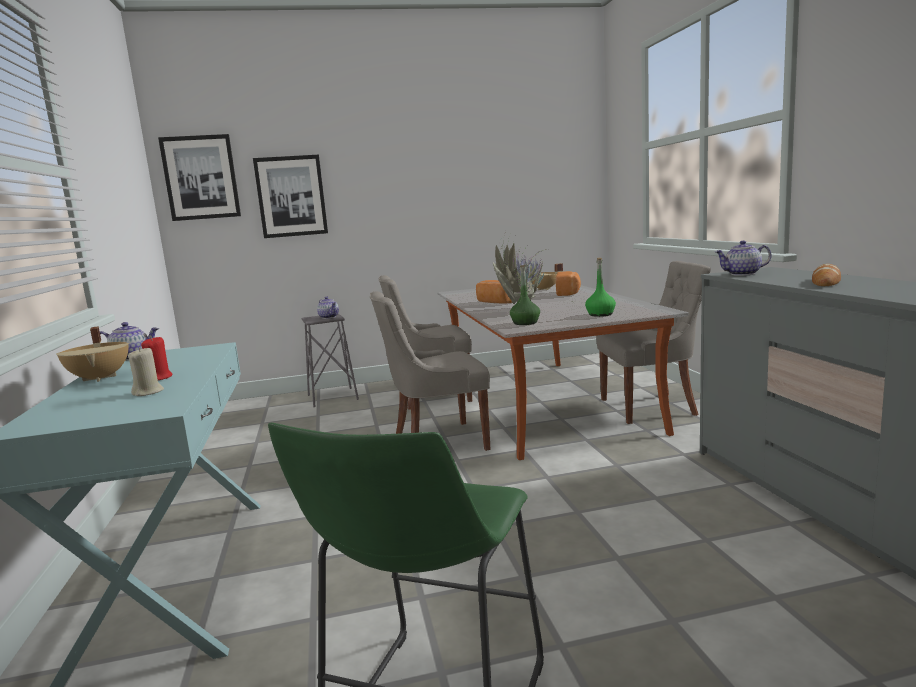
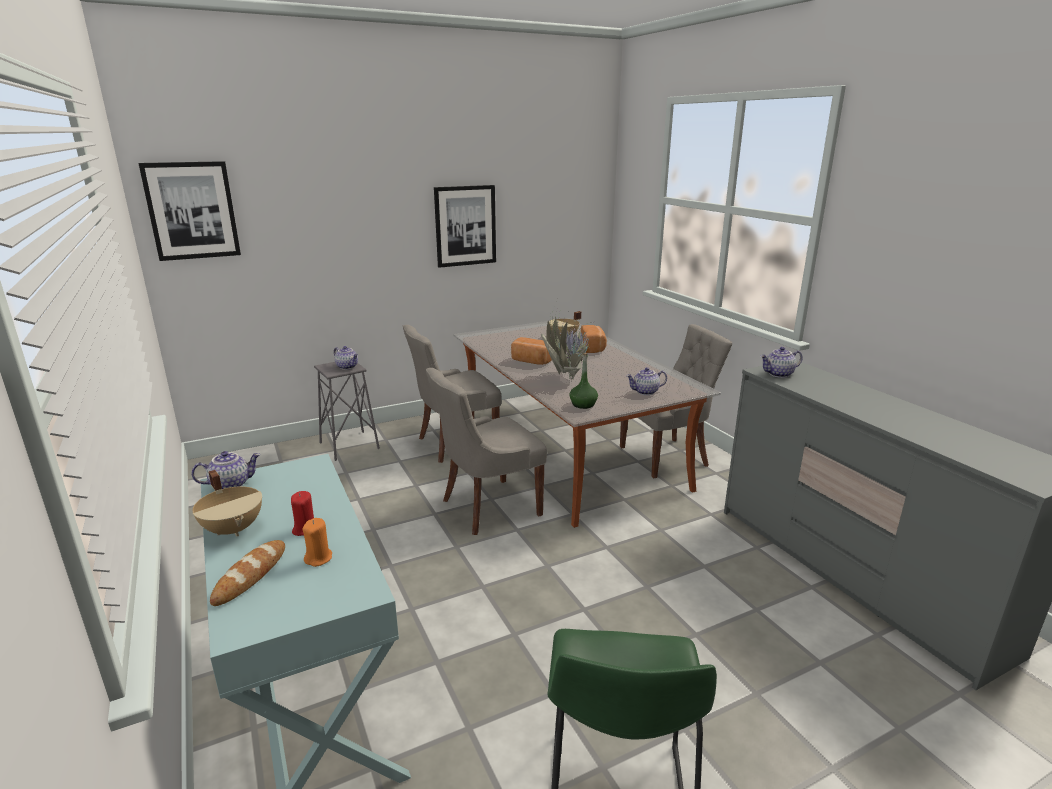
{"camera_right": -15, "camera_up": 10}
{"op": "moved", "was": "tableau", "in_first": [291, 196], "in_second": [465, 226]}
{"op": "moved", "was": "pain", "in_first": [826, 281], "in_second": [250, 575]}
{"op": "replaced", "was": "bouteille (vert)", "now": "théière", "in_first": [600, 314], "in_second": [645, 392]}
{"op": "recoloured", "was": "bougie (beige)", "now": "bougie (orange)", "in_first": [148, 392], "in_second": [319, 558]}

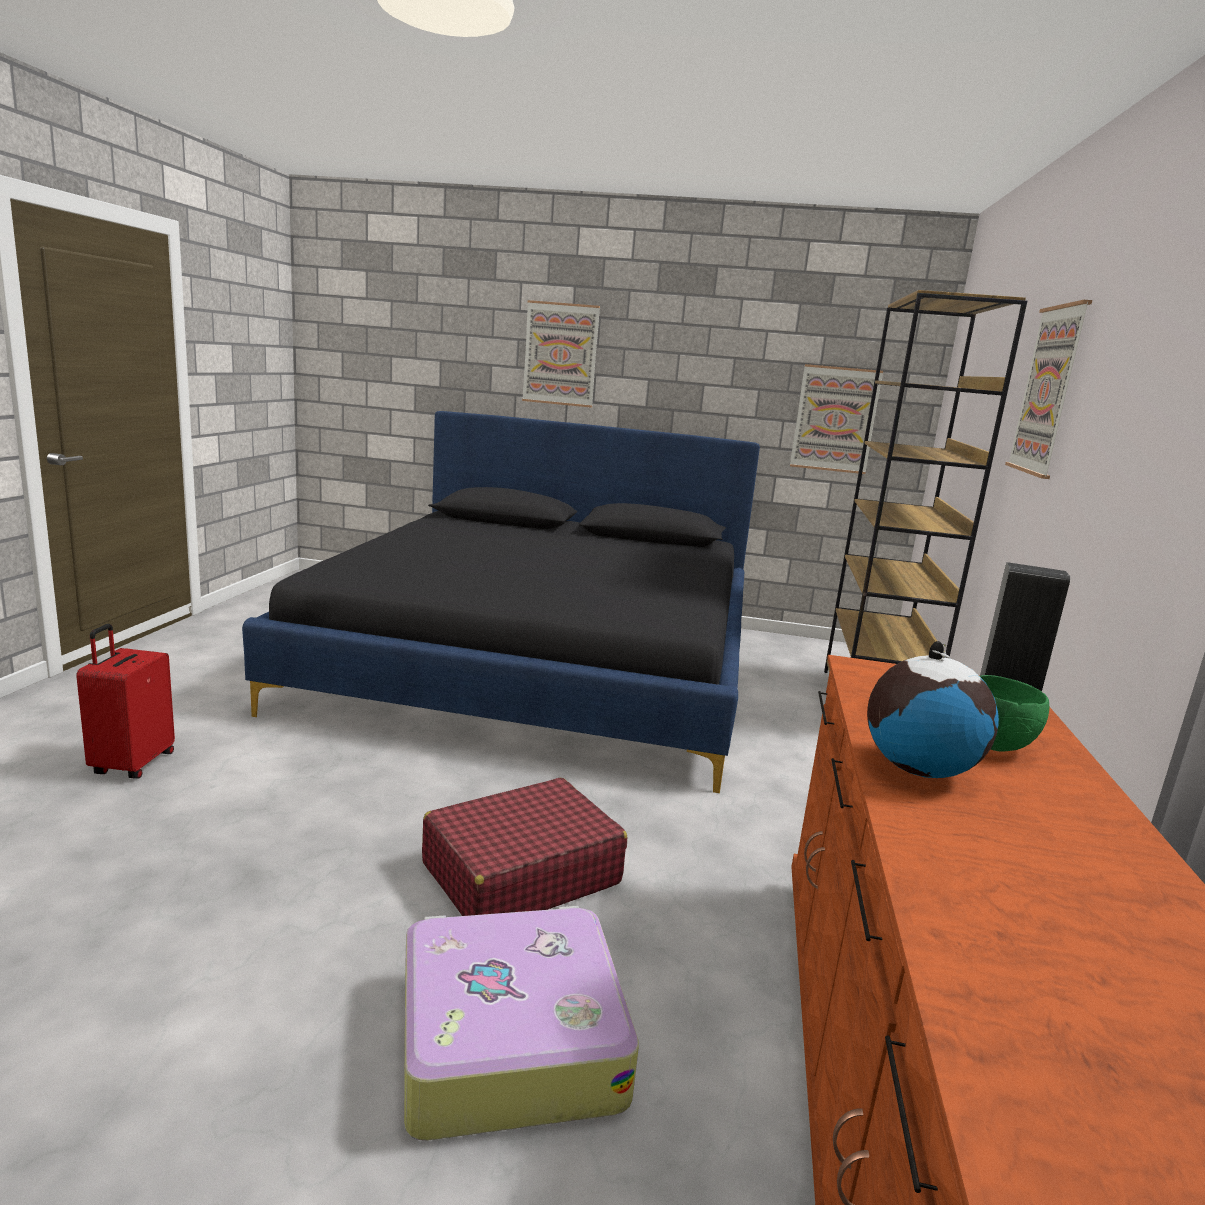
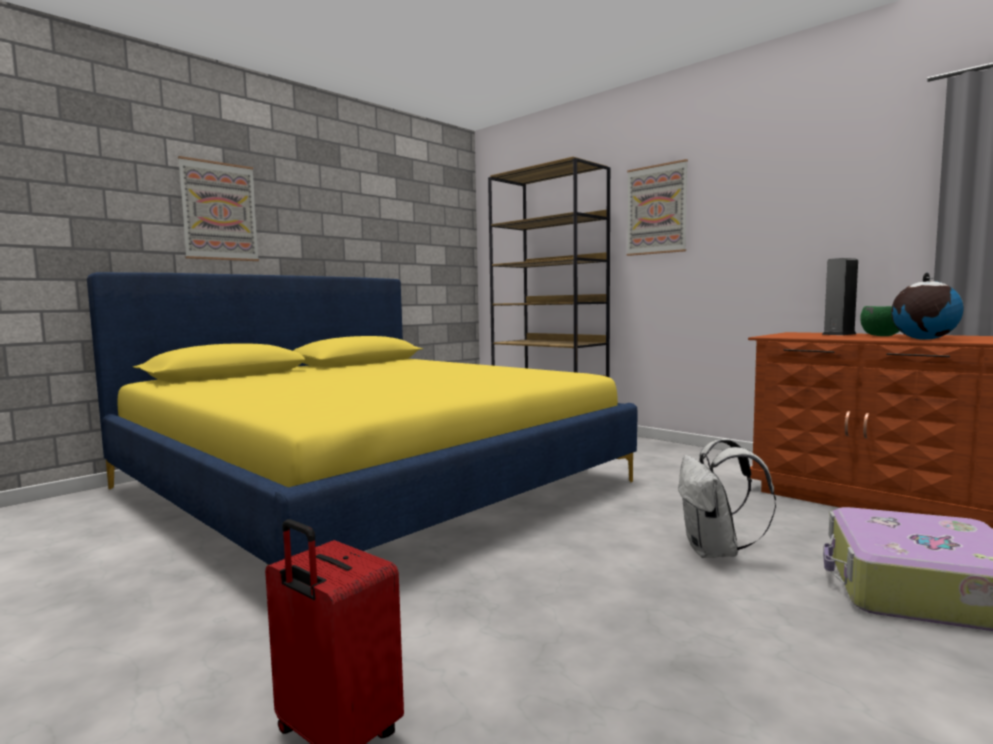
{"camera_right": -55, "camera_up": -10}
{"op": "removed", "was": "tableau", "in_first": [835, 419]}
{"op": "replaced", "was": "valise (rouge)", "now": "sac à dos (blanc)", "in_first": [520, 874], "in_second": [715, 552]}
{"op": "recoloured", "was": "lit (noir)", "now": "lit (jaune)", "in_first": [540, 664], "in_second": [369, 484]}

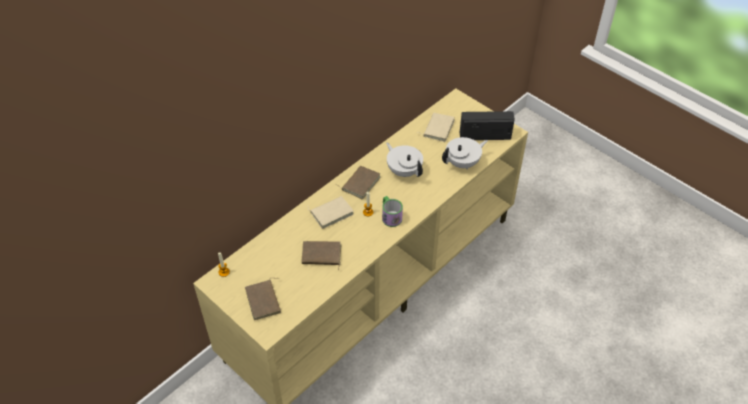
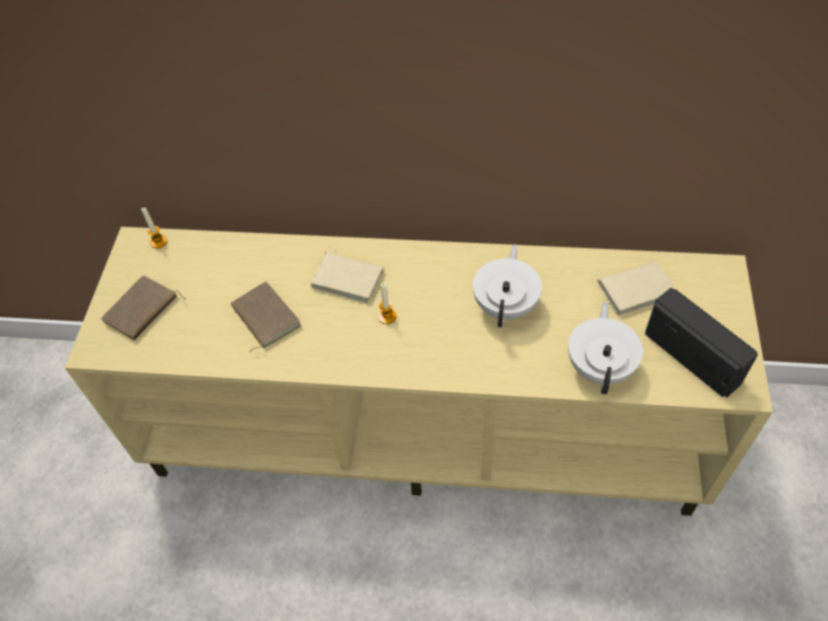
{"camera_right": 55, "camera_up": 5}
{"op": "removed", "was": "livre (marron)", "in_first": [360, 183]}
{"op": "removed", "was": "mug", "in_first": [390, 216]}
{"op": "turned", "was": "théière (blanc)", "in_first": [463, 163], "in_second": [600, 366], "clockwise": -105}

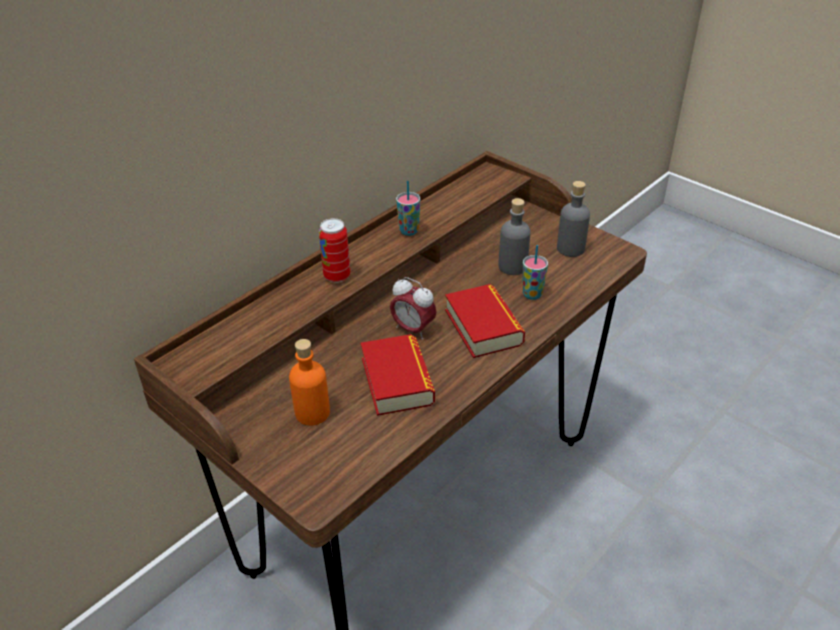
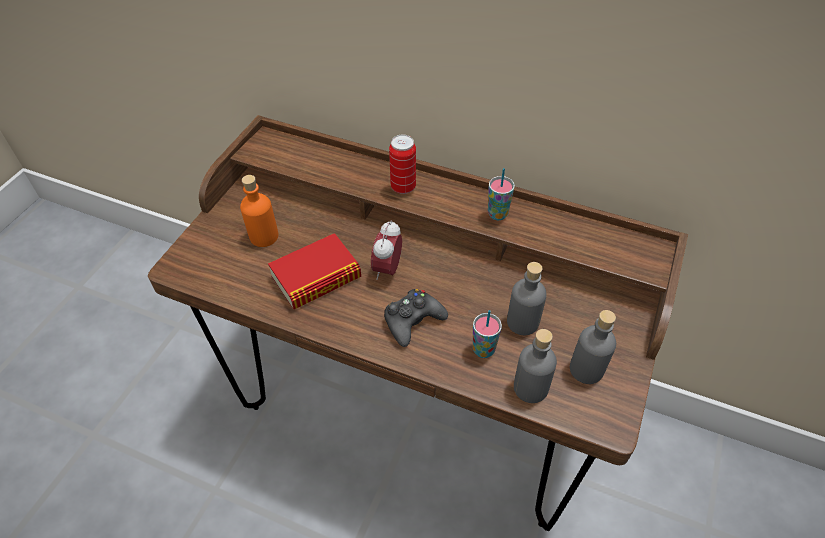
{"camera_right": 70, "camera_up": 10}
{"op": "added", "now": "bouteille (gris)", "in_second": [530, 388]}
{"op": "replaced", "was": "livre", "now": "manette (noir)", "in_first": [483, 327], "in_second": [412, 321]}

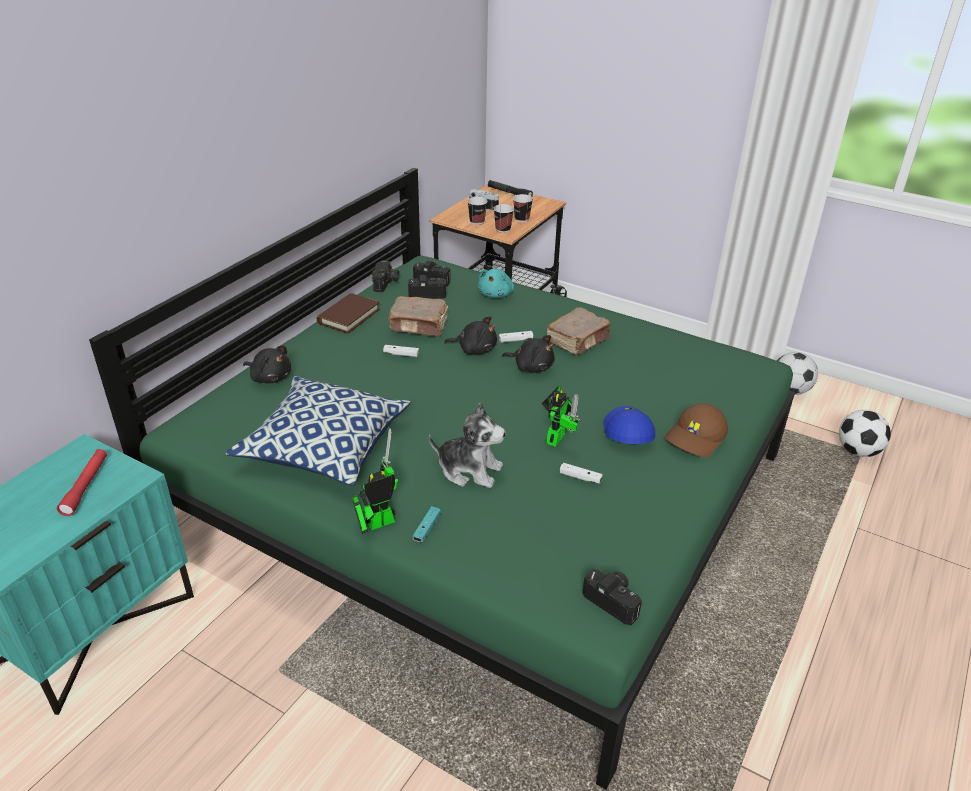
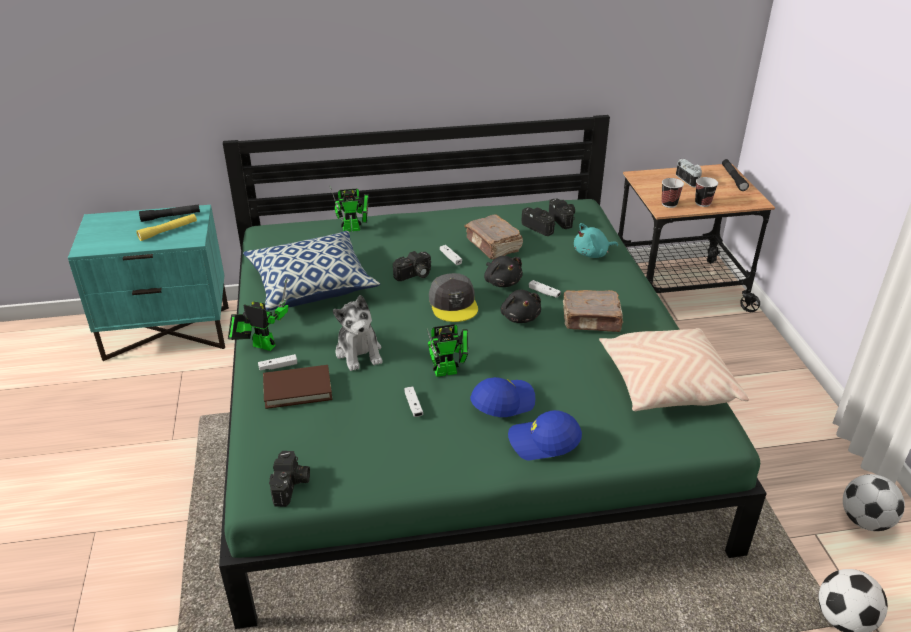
{"camera_right": 50, "camera_up": 0}
{"op": "removed", "was": "tasse", "in_first": [477, 221]}
{"op": "added", "now": "lampe de poche (noir)", "in_second": [170, 217]}
{"op": "added", "now": "casquette (gris)", "in_second": [453, 304]}
{"op": "added", "now": "coussin (beige)", "in_second": [666, 385]}
{"op": "moved", "was": "livre (marron)", "in_first": [349, 316], "in_second": [297, 389]}
{"op": "moved", "was": "appareil photo", "in_first": [386, 283], "in_second": [414, 275]}
{"op": "replaced", "was": "peluche (noir)", "now": "robot jouet", "in_first": [270, 377], "in_second": [354, 229]}
{"op": "recoloured", "was": "lampe de poche (rouge)", "now": "lampe de poche (jaune)", "in_first": [86, 486], "in_second": [168, 231]}
{"op": "recoloured", "was": "manette (turquoise)", "now": "manette (blanc)", "in_first": [427, 528], "in_second": [278, 366]}
{"op": "recoloured", "was": "casquette (marron)", "now": "casquette (bleu)", "in_first": [696, 438], "in_second": [543, 442]}

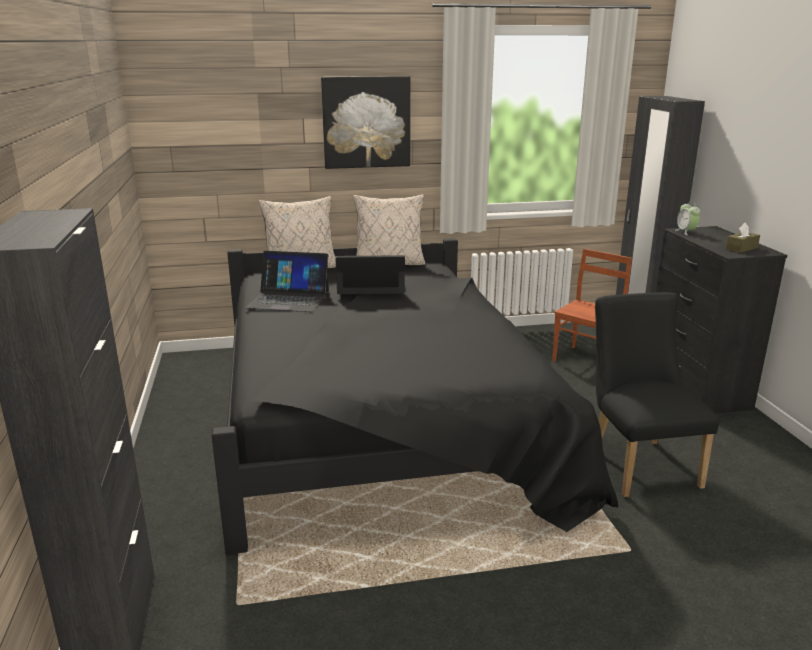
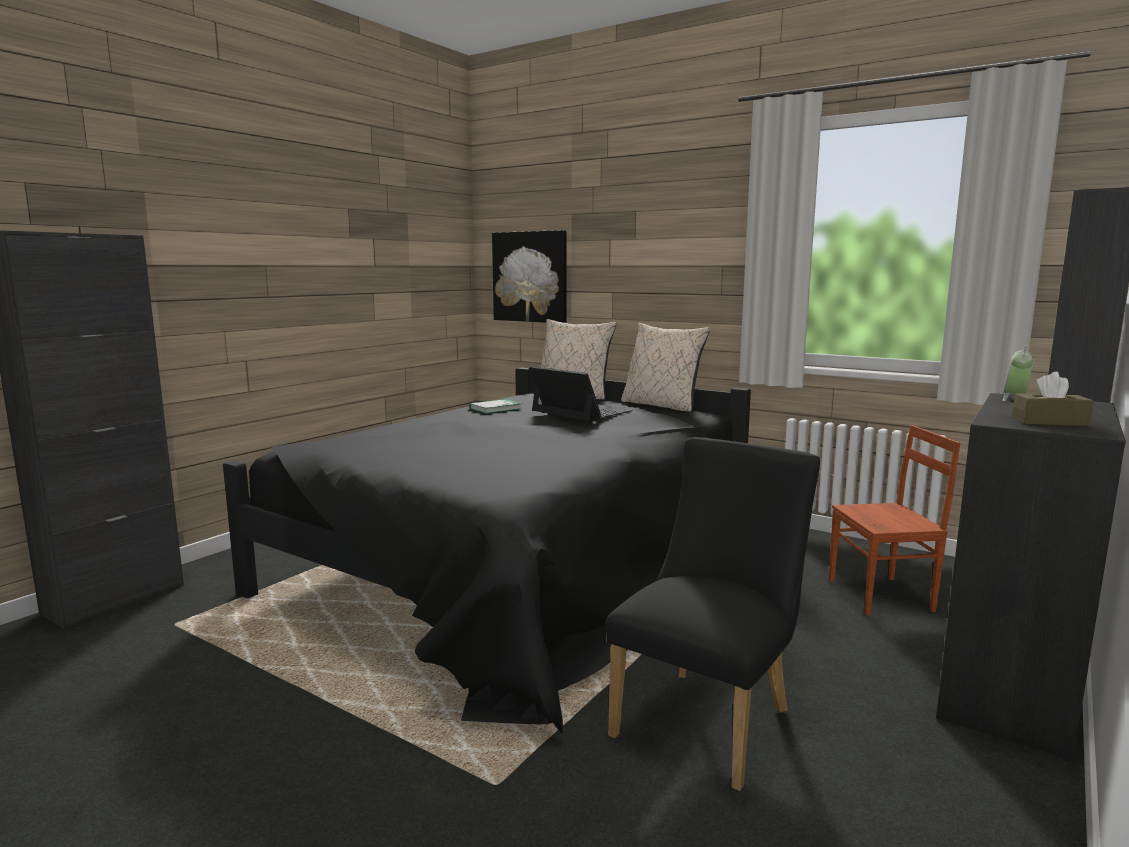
{"camera_right": 45, "camera_up": -10}
{"op": "moved", "was": "tableau", "in_first": [366, 122], "in_second": [530, 277]}
{"op": "replaced", "was": "ordinateur portable", "now": "livre", "in_first": [288, 299], "in_second": [496, 408]}

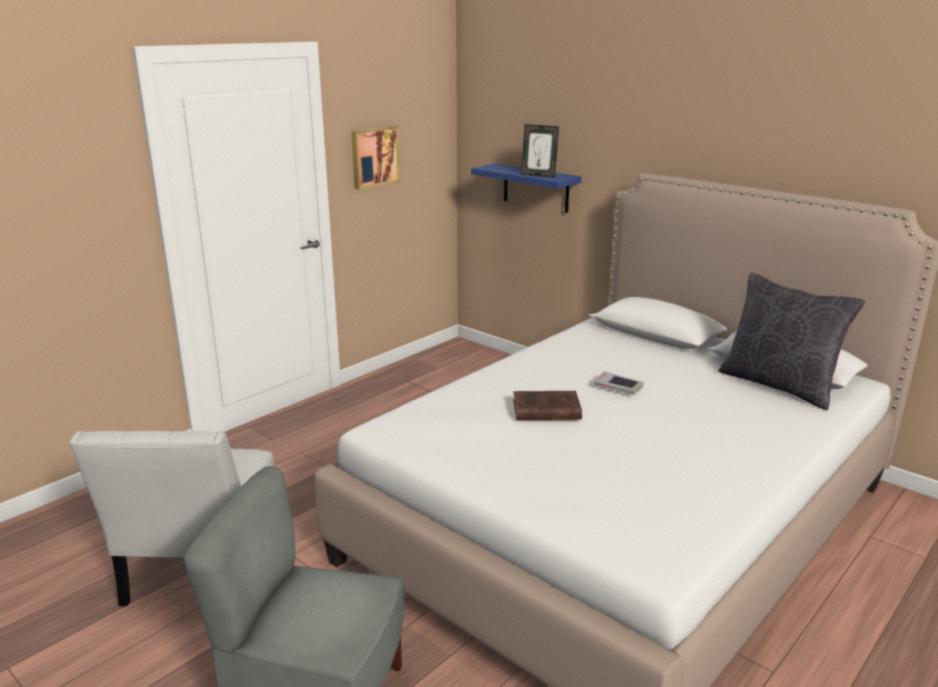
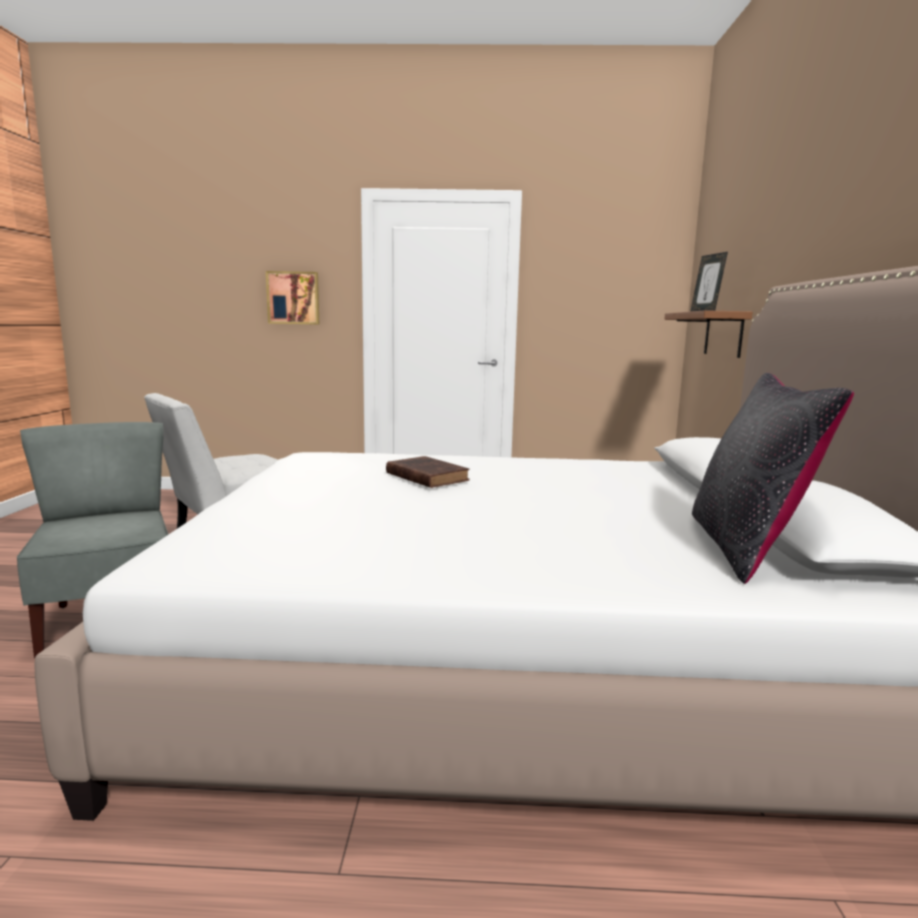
{"camera_right": 50, "camera_up": -10}
{"op": "removed", "was": "livre", "in_first": [617, 387]}
{"op": "moved", "was": "tableau", "in_first": [374, 156], "in_second": [293, 298]}
{"op": "recoloured", "was": "étagère (bleu)", "now": "étagère (marron)", "in_first": [536, 188], "in_second": [723, 334]}

